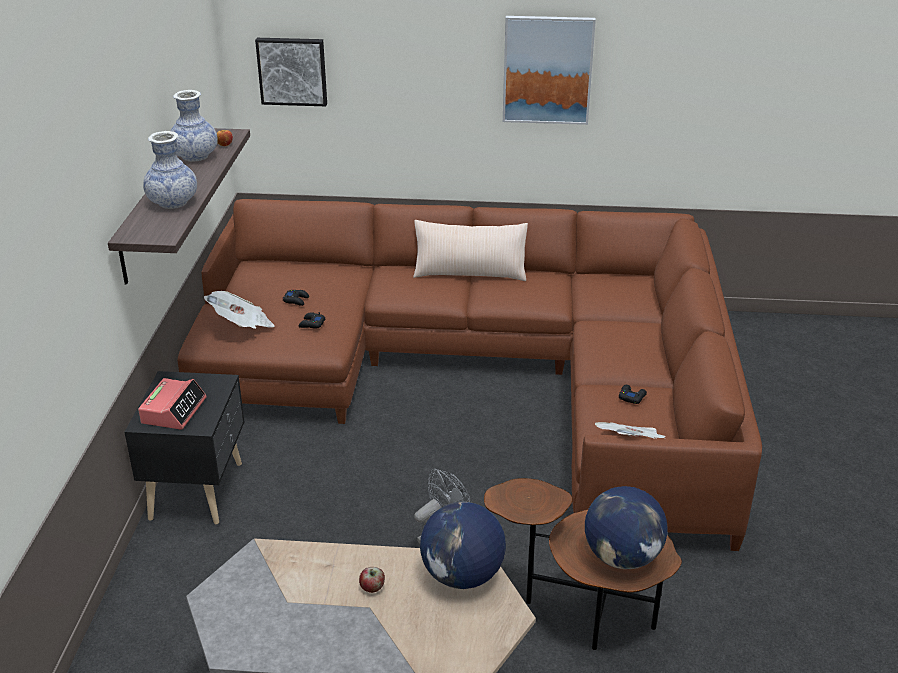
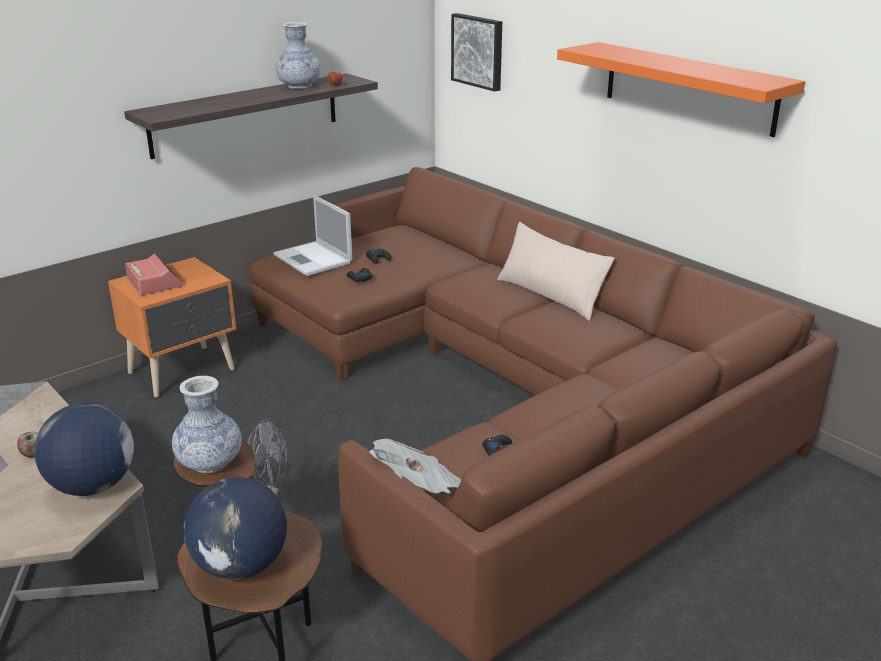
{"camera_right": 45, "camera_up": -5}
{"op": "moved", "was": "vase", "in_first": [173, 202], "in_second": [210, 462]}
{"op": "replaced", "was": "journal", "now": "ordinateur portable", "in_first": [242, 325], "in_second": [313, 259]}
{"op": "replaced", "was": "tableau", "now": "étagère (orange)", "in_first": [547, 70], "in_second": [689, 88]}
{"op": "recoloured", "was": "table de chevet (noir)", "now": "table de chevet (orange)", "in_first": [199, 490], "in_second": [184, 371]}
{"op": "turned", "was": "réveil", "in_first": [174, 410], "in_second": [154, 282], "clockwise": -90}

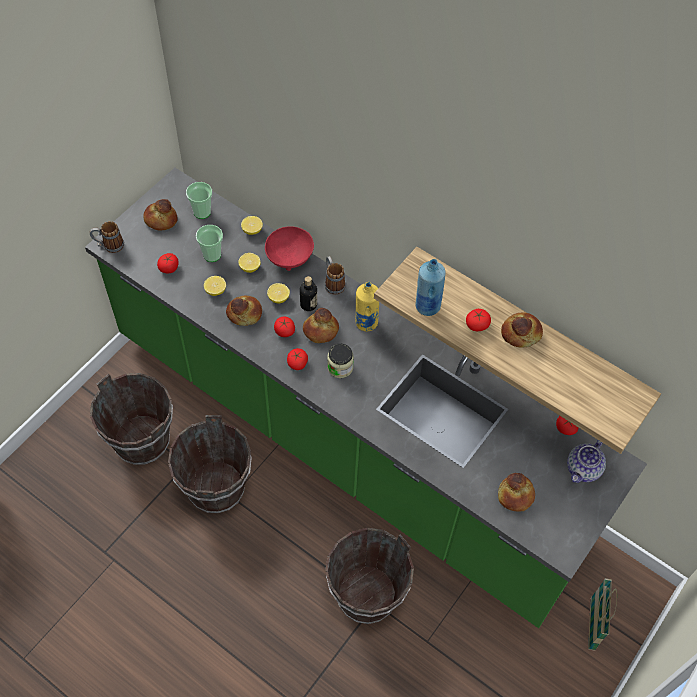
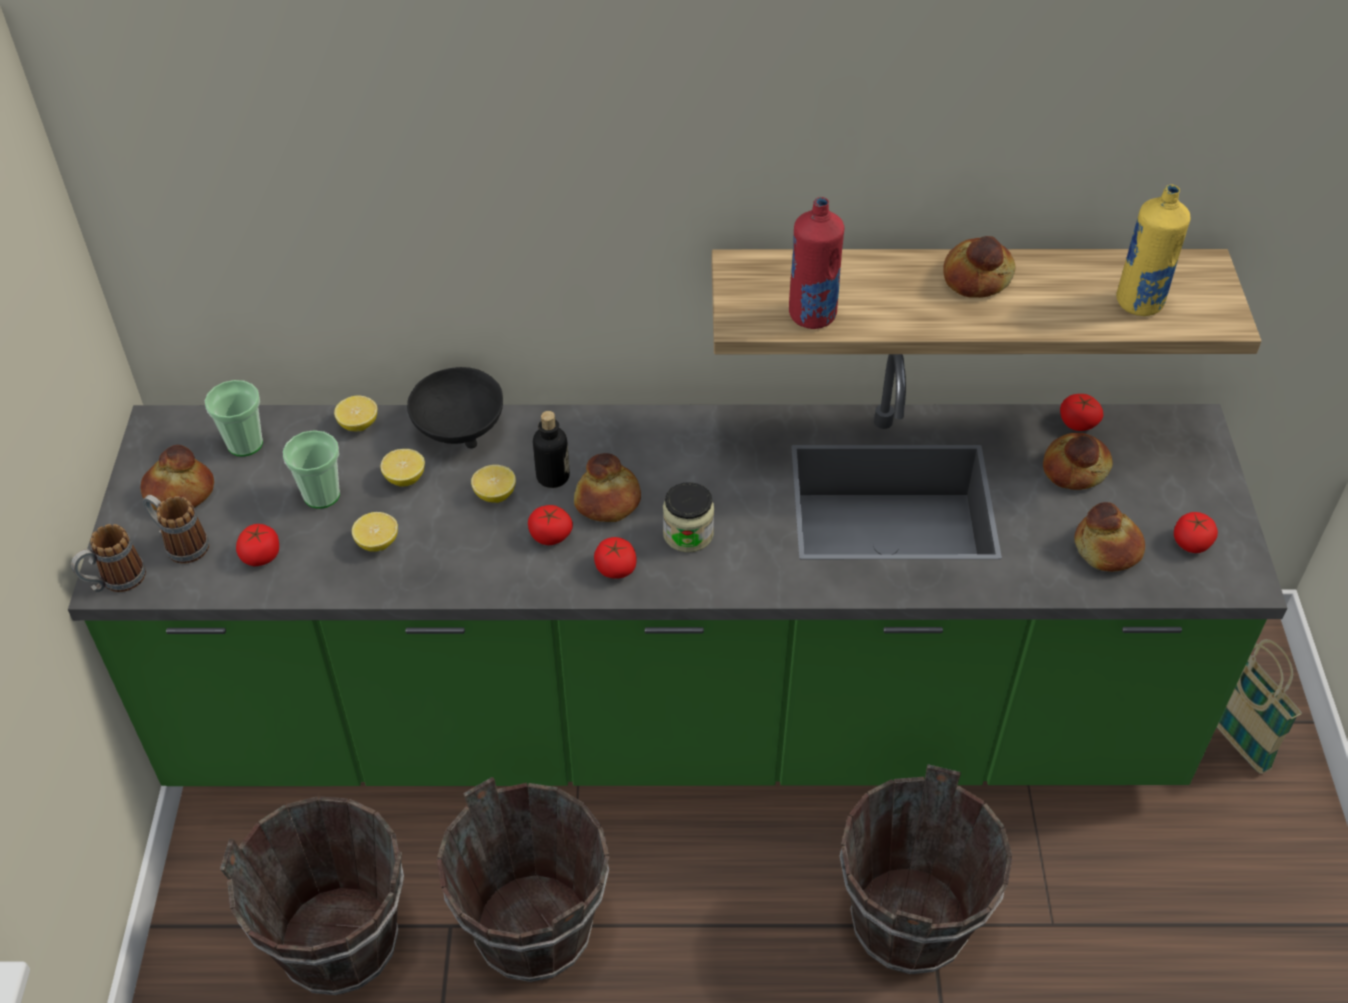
{"camera_right": -35, "camera_up": -10}
{"op": "removed", "was": "théière", "in_first": [583, 469]}
{"op": "moved", "was": "pain", "in_first": [244, 314], "in_second": [1075, 470]}
{"op": "moved", "was": "mug", "in_first": [333, 283], "in_second": [180, 544]}
{"op": "moved", "was": "bouteille (jaune)", "in_first": [366, 323], "in_second": [1139, 303]}
{"op": "moved", "was": "tomate", "in_first": [477, 325], "in_second": [1191, 542]}
{"op": "recoloured", "was": "bol (rouge)", "now": "bol (noir)", "in_first": [290, 257], "in_second": [459, 429]}
{"op": "recoloured", "was": "bouteille (bleu)", "now": "bouteille (rouge)", "in_first": [427, 306], "in_second": [811, 315]}

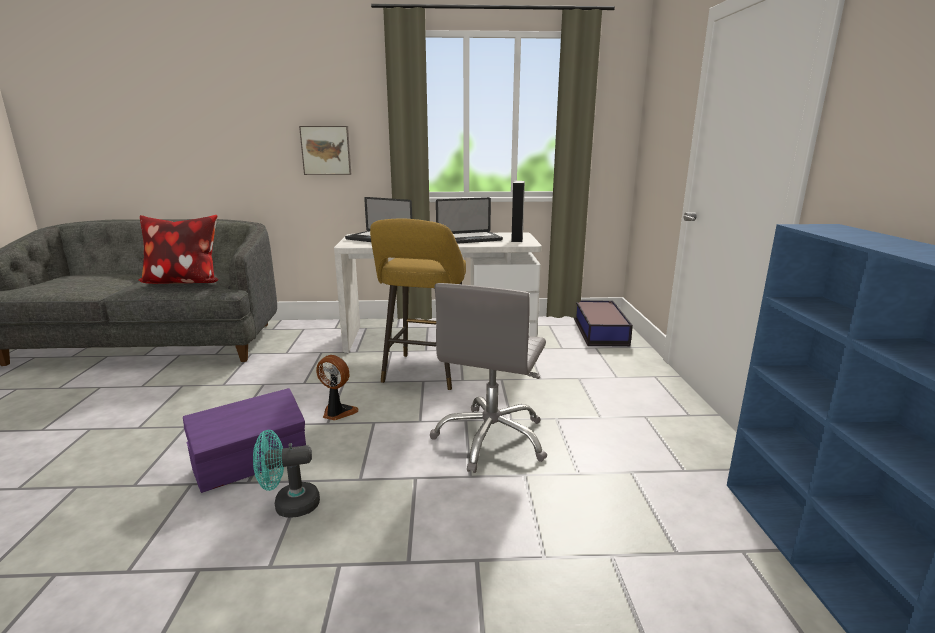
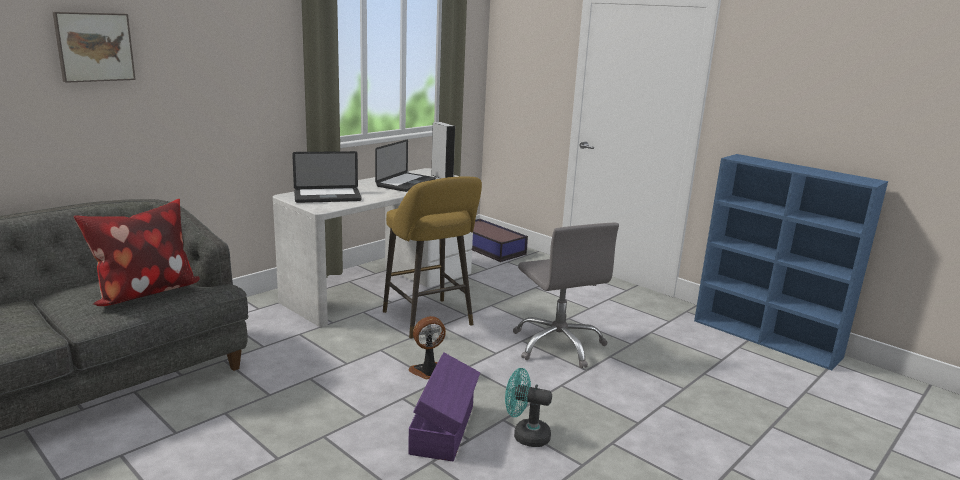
{"camera_right": -45, "camera_up": 0}
{"op": "moved", "was": "tableau", "in_first": [326, 150], "in_second": [94, 47]}
{"op": "turned", "was": "ventilateur (turquoise)", "in_first": [289, 505], "in_second": [525, 435], "clockwise": 75}

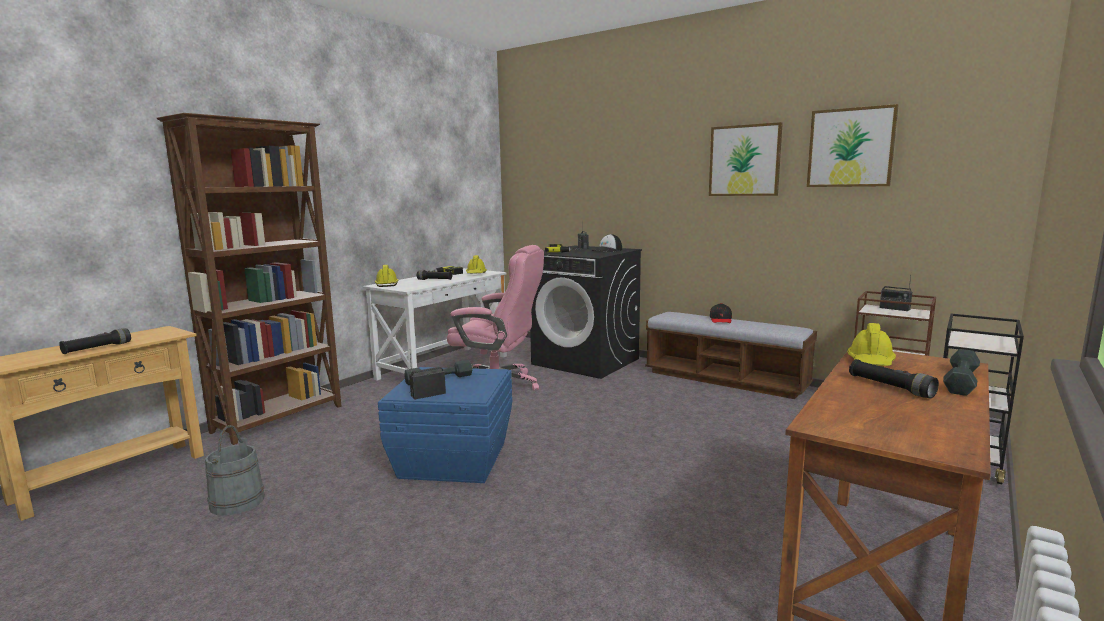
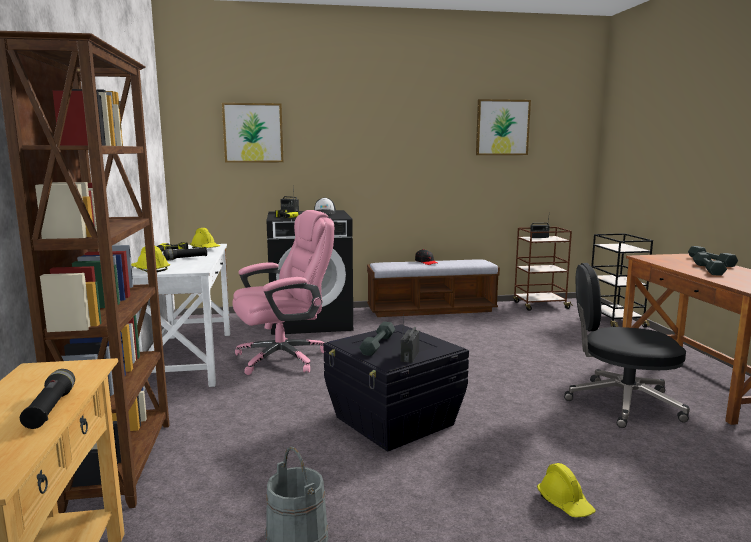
{"camera_right": -45, "camera_up": 0}
{"op": "added", "now": "chaise de bureau (noir)", "in_second": [621, 403]}
{"op": "moved", "was": "tableau", "in_first": [744, 160], "in_second": [253, 133]}
{"op": "moved", "was": "casque de chantier (jaune)", "in_first": [871, 362], "in_second": [565, 503]}
{"op": "replaced", "was": "lampe de poche (noir)", "now": "haltère (gris)", "in_first": [890, 387], "in_second": [707, 269]}
{"op": "recoloured", "was": "boîte de rangement (bleu)", "now": "boîte de rangement (noir)", "in_first": [452, 460], "in_second": [394, 421]}

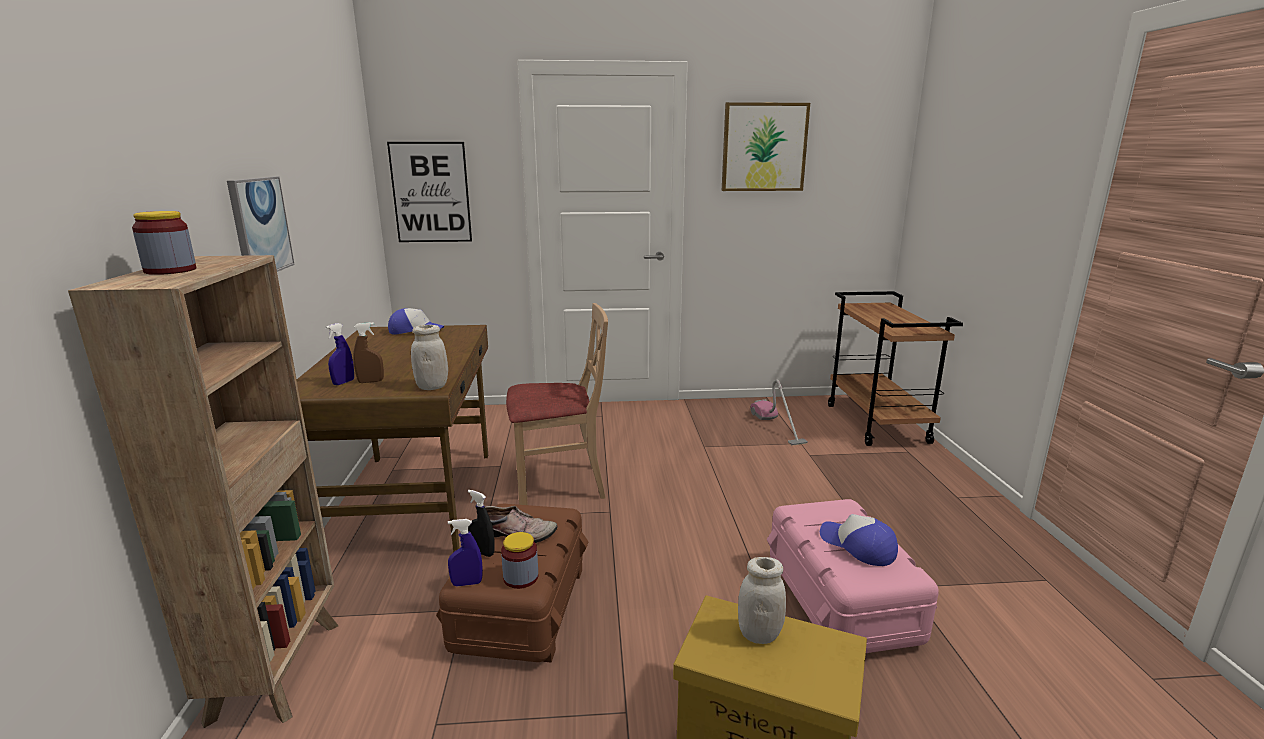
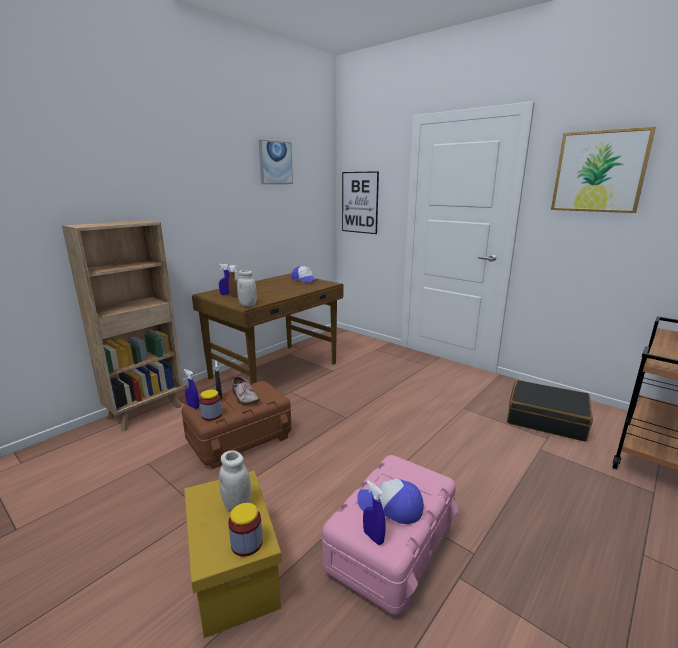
{"camera_right": 45, "camera_up": 0}
{"op": "removed", "was": "chaise (beige)", "in_first": [559, 485]}
{"op": "added", "now": "vaporisateur (bleu)", "in_second": [373, 537]}
{"op": "moved", "was": "bocal", "in_first": [170, 270], "in_second": [247, 543]}
{"op": "moved", "was": "tableau", "in_first": [260, 226], "in_second": [275, 163]}
{"op": "replaced", "was": "aspirateur", "now": "valise (noir)", "in_first": [777, 427], "in_second": [546, 419]}
{"op": "turned", "was": "casquette", "in_first": [857, 546], "in_second": [390, 506], "clockwise": -75}

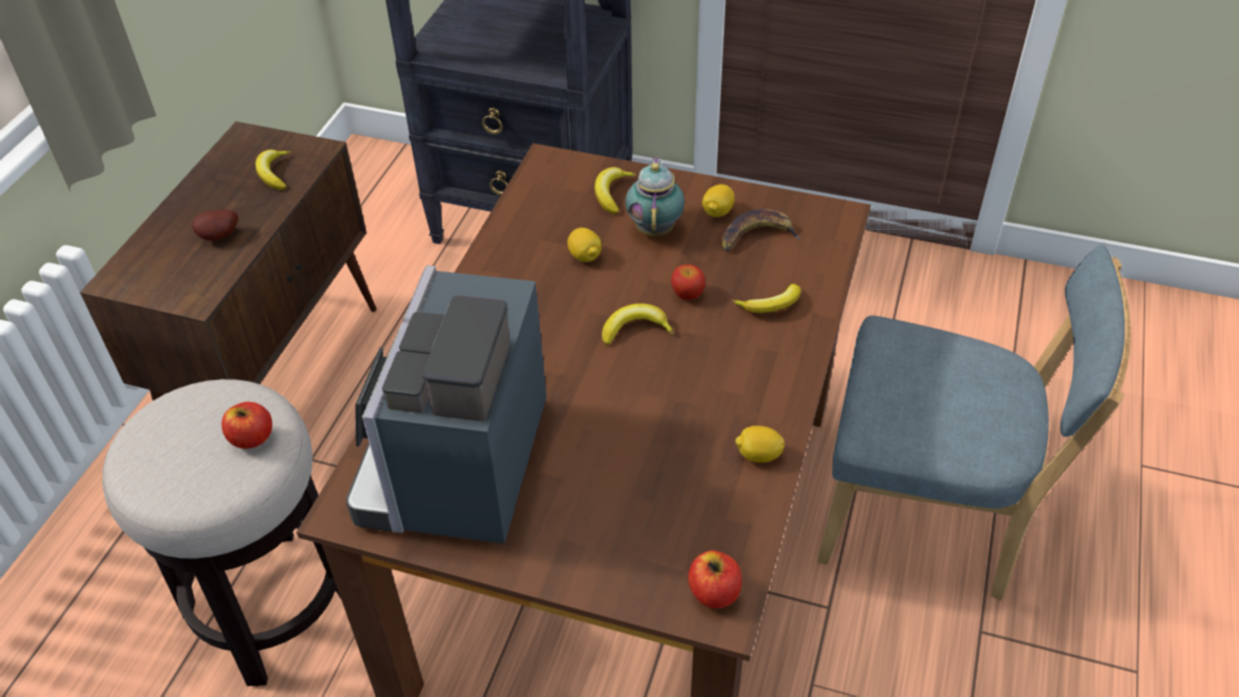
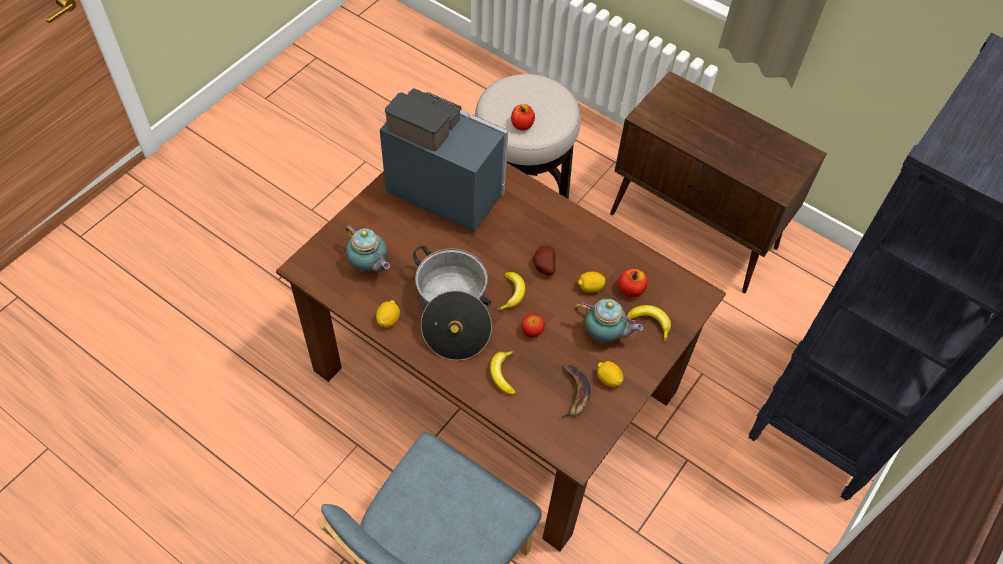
{"camera_right": 105, "camera_up": 10}
{"op": "removed", "was": "banane", "in_first": [274, 173]}
{"op": "added", "now": "théière", "in_second": [369, 267]}
{"op": "added", "now": "marmite", "in_second": [453, 312]}
{"op": "moved", "was": "pomme de terre", "in_first": [220, 237], "in_second": [543, 267]}
{"op": "moved", "was": "pomme", "in_first": [714, 592], "in_second": [631, 290]}

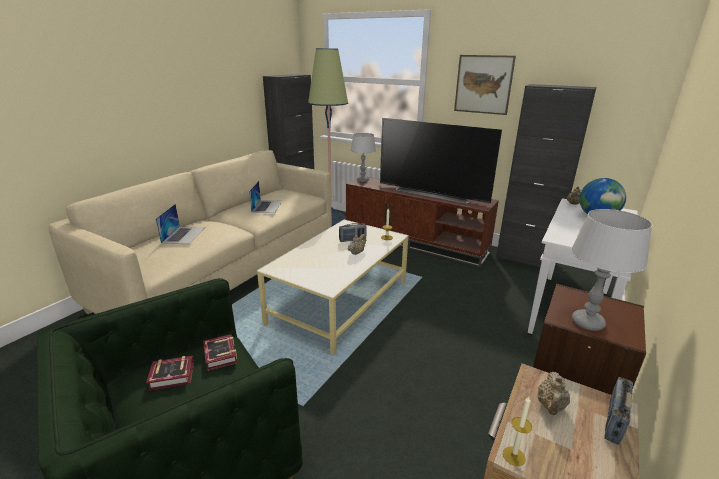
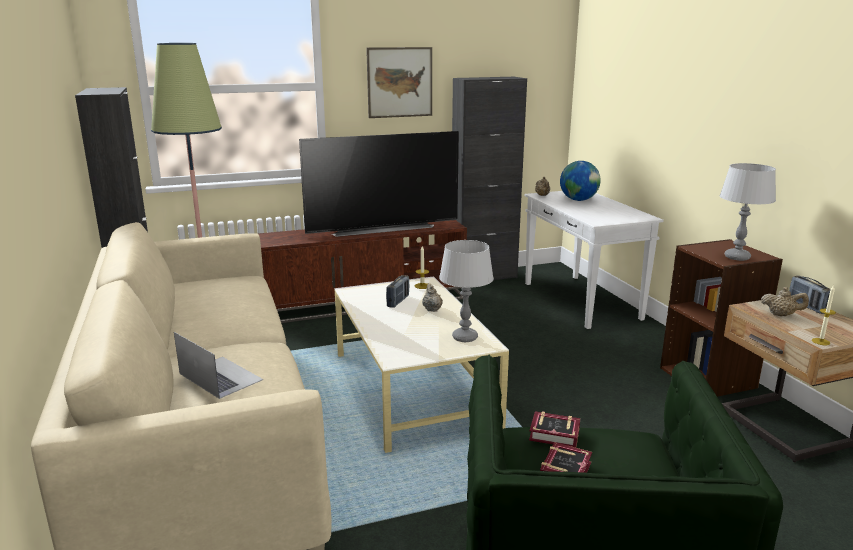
{"camera_right": -50, "camera_up": -5}
{"op": "removed", "was": "ordinateur portable", "in_first": [267, 206]}
{"op": "moved", "was": "lampe de table (gris)", "in_first": [362, 180], "in_second": [464, 337]}
{"op": "turned", "was": "théière (beige)", "in_first": [550, 406], "in_second": [781, 315], "clockwise": -45}

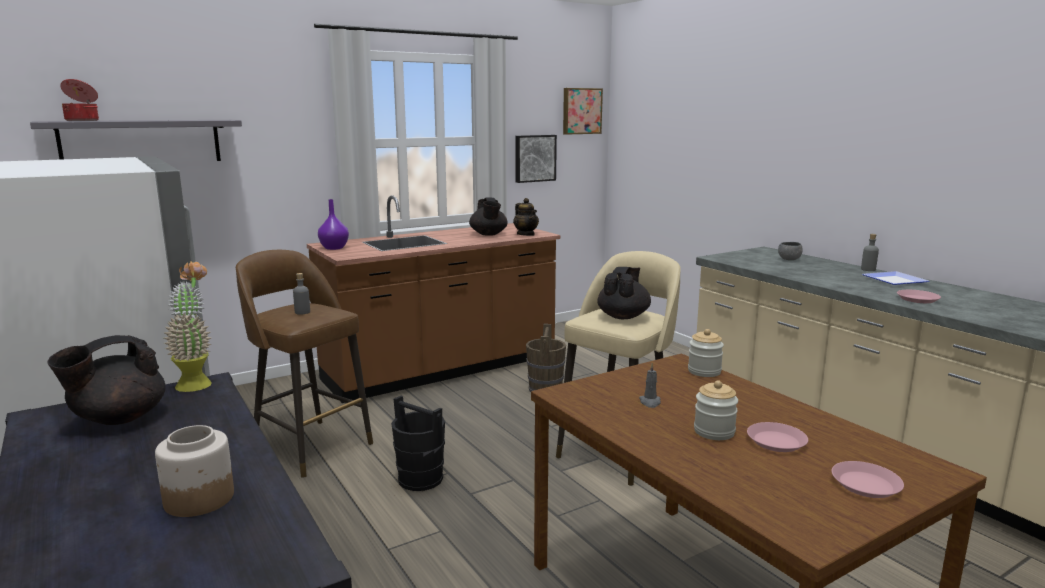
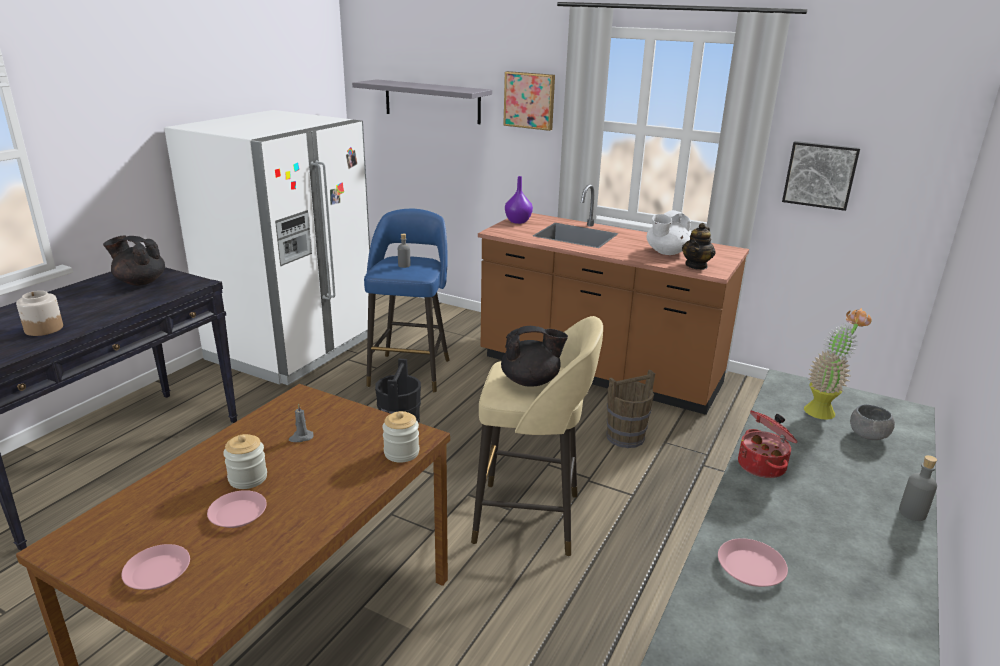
{"camera_right": 60, "camera_up": 10}
{"op": "removed", "was": "assiette", "in_first": [897, 281]}
{"op": "moved", "was": "marmite", "in_first": [83, 120], "in_second": [763, 466]}
{"op": "moved", "was": "plante en pot", "in_first": [197, 382], "in_second": [824, 409]}
{"op": "moved", "was": "tableau", "in_first": [581, 111], "in_second": [530, 100]}
{"op": "recoloured", "was": "tabouret (marron)", "now": "tabouret (bleu)", "in_first": [310, 446], "in_second": [410, 371]}
{"op": "recoloured", "was": "théière (noir)", "now": "théière (blanc)", "in_first": [488, 234], "in_second": [666, 252]}

